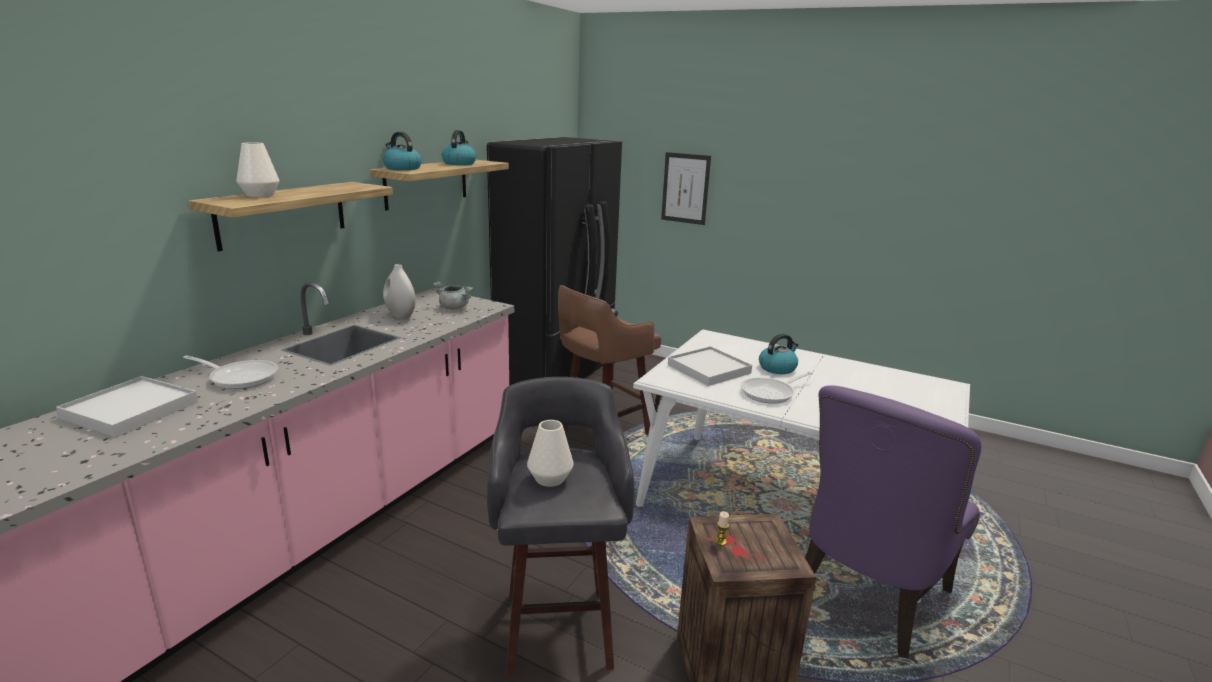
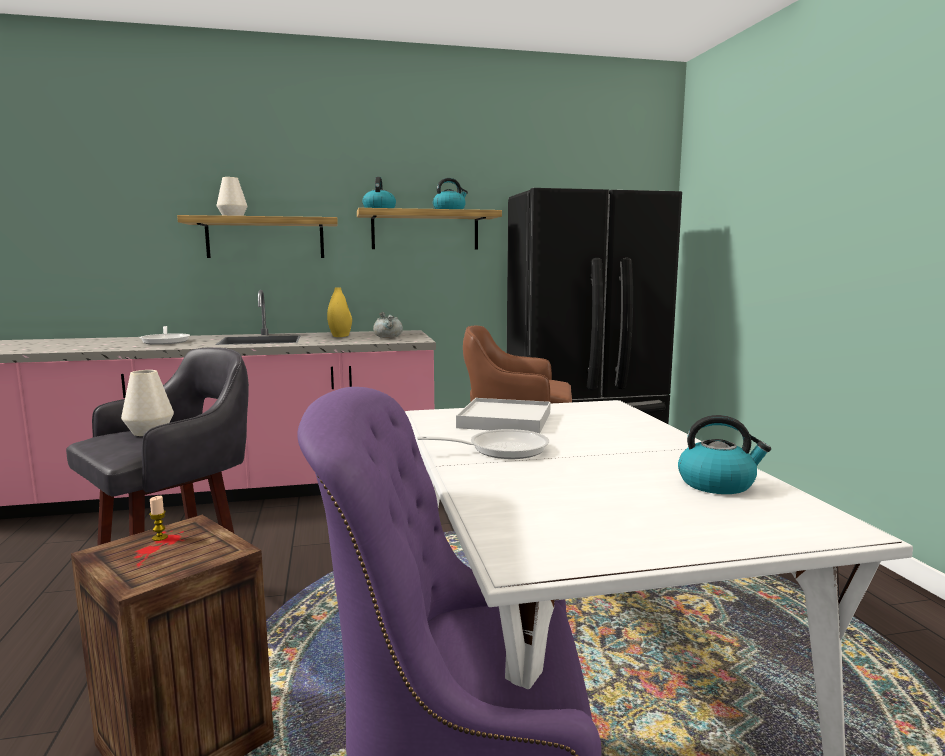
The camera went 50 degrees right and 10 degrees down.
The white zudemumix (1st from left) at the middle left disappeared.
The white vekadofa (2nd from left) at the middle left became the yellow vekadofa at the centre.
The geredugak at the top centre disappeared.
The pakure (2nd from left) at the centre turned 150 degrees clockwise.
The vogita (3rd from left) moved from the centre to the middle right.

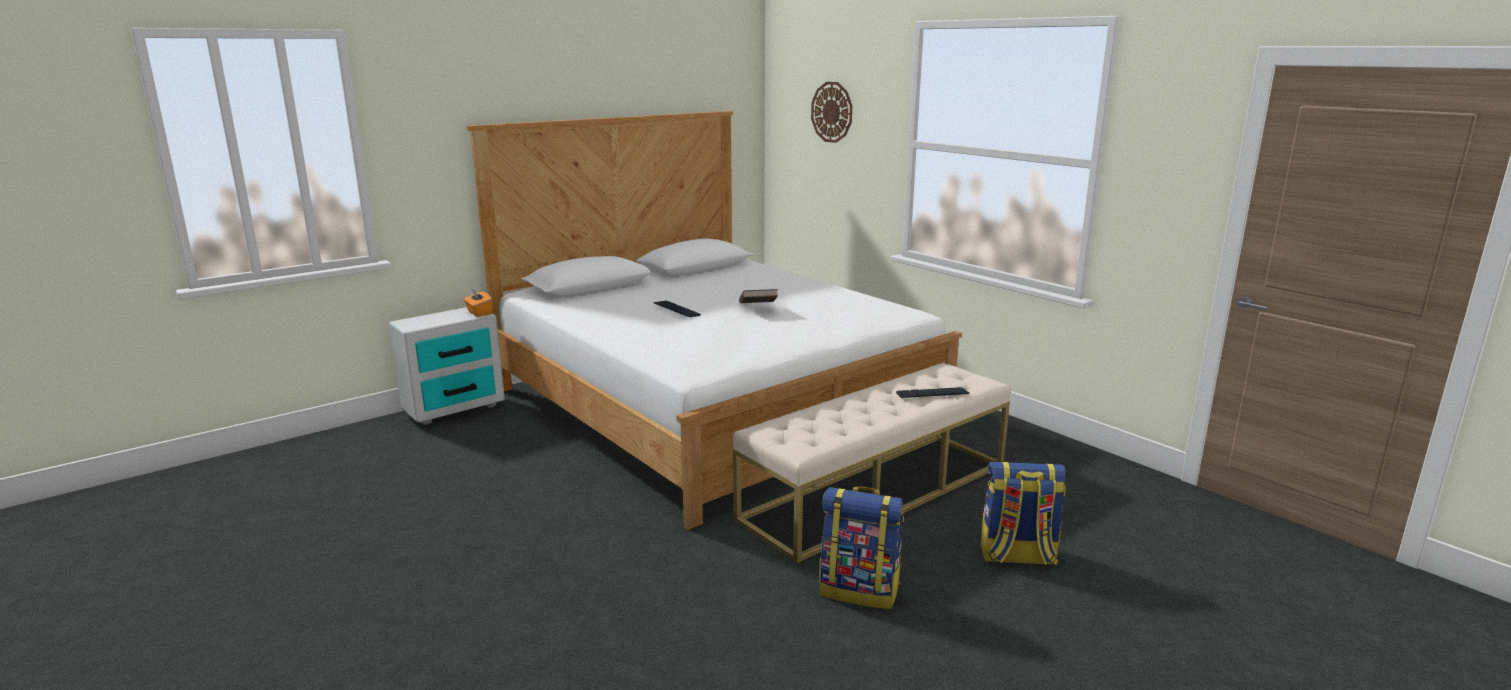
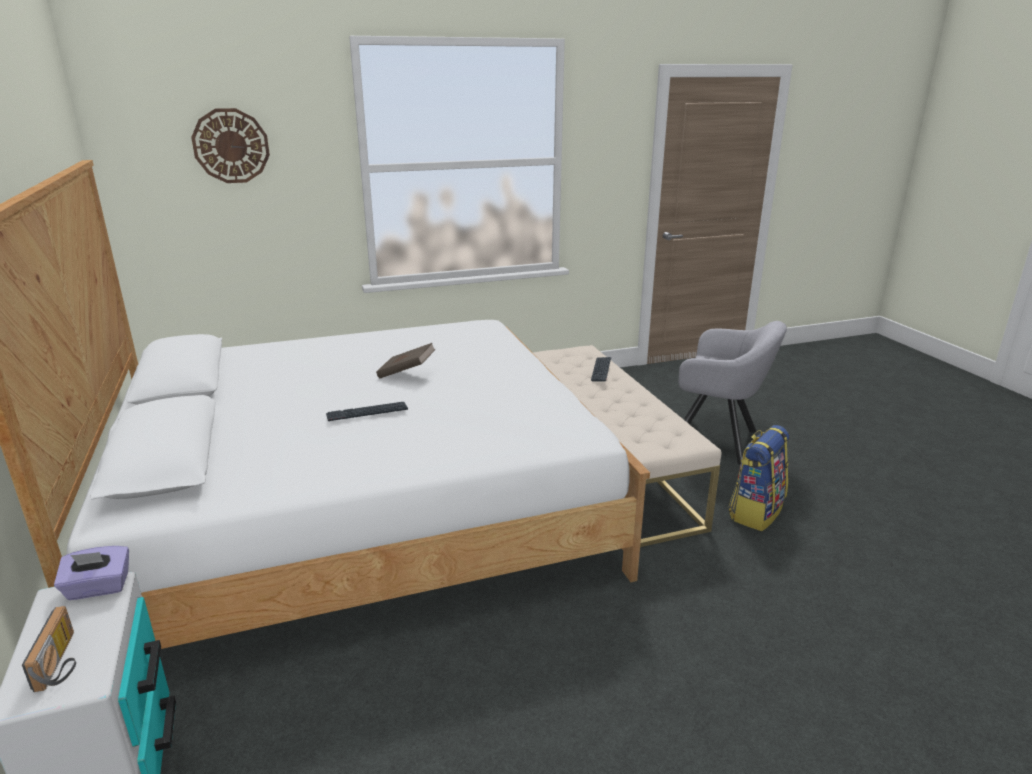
The camera went 70 degrees left and 5 degrees up.
The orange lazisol at the middle left became the purple lazisol at the bottom left.
The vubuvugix (2nd from left) at the bottom right was replaced by the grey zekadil at the middle right.
The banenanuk at the bottom left appeared.

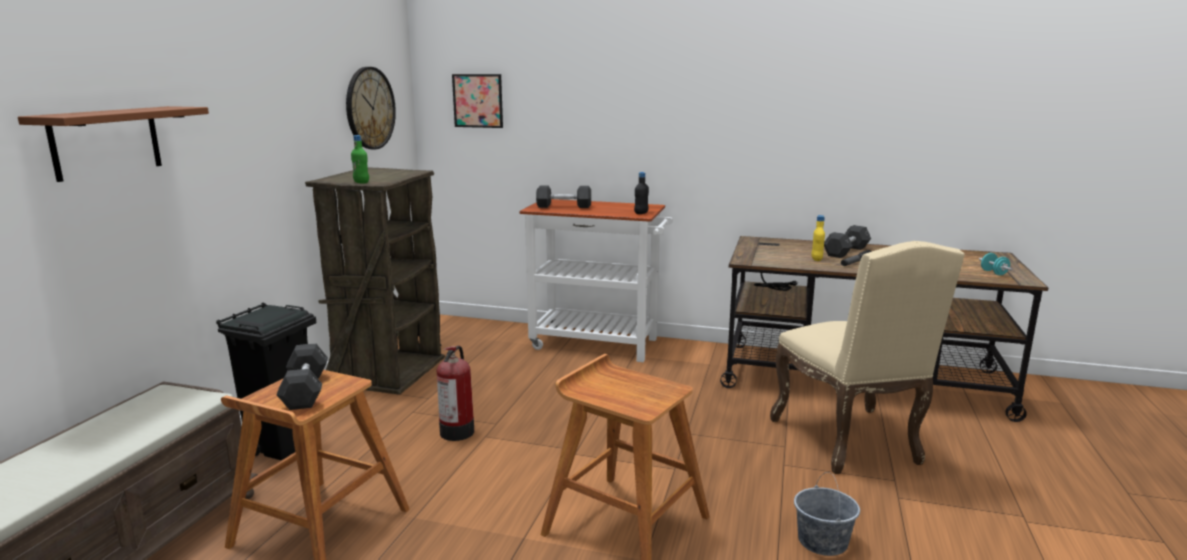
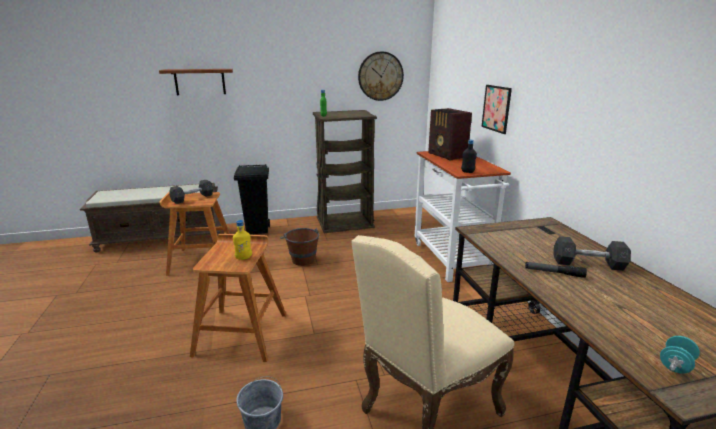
The camera went 60 degrees right and 5 degrees up.
The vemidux at the bottom centre was replaced by the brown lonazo at the centre.
The geredugak moved from the top centre to the top right.
The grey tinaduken (2nd from left) at the centre was replaced by the banenanuk at the top centre.
The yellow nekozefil moved from the middle right to the centre.

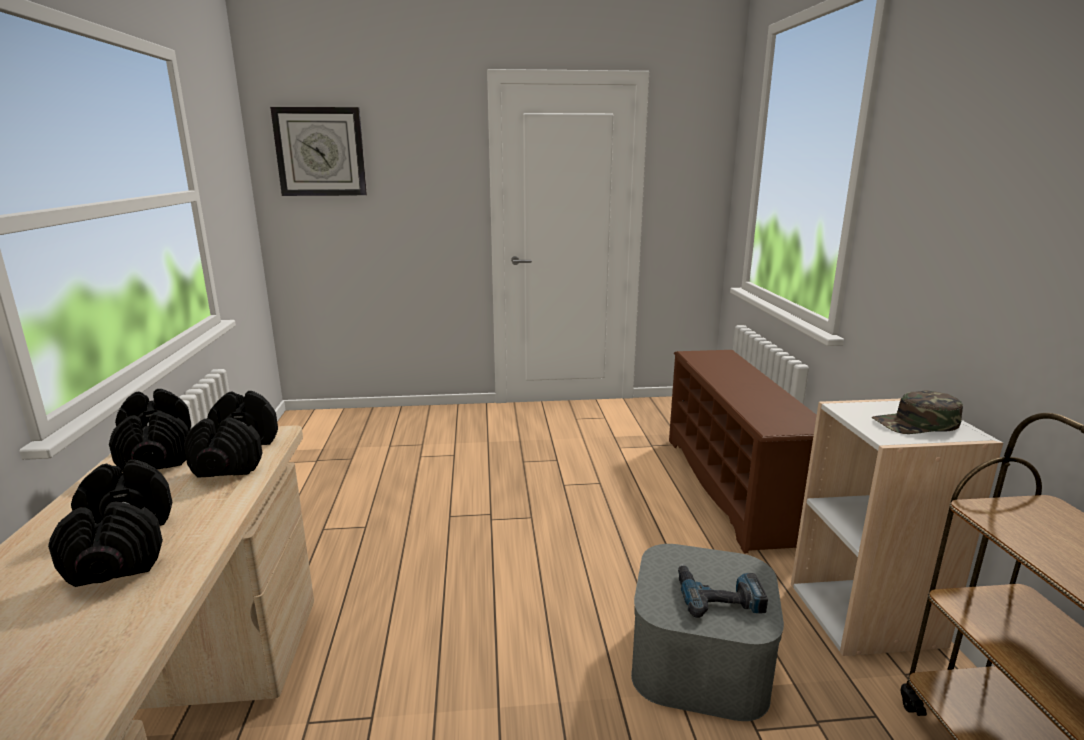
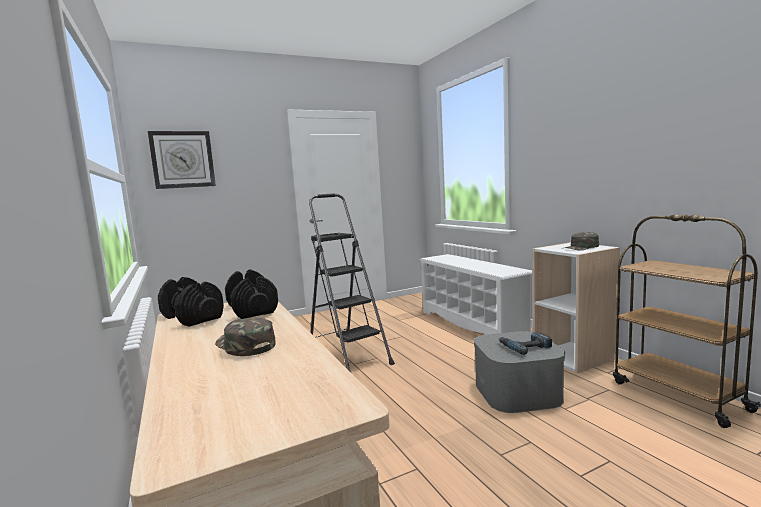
The camera went 20 degrees left and 10 degrees down.
The black tinaduken (1st from left) at the bottom left was replaced by the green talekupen (1st from left) at the middle left.
The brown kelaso at the middle right became the white kelaso at the centre.
The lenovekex at the centre appeared.

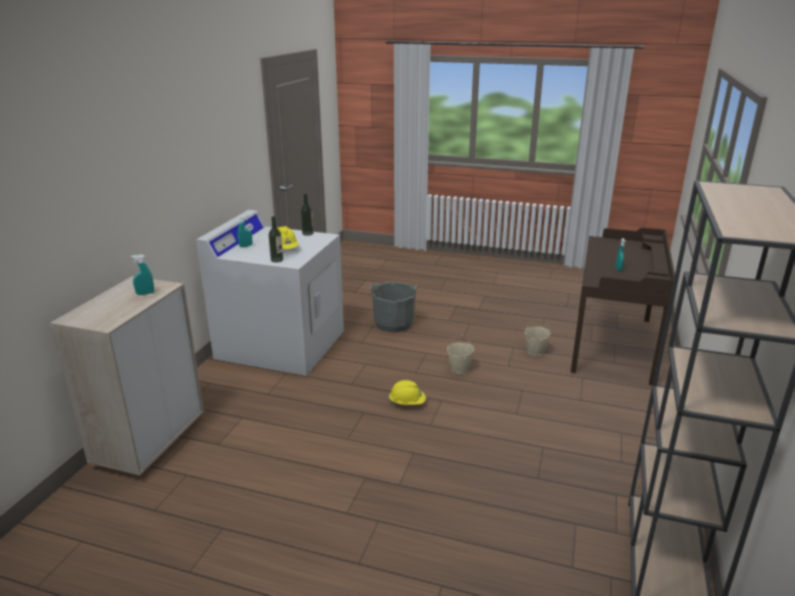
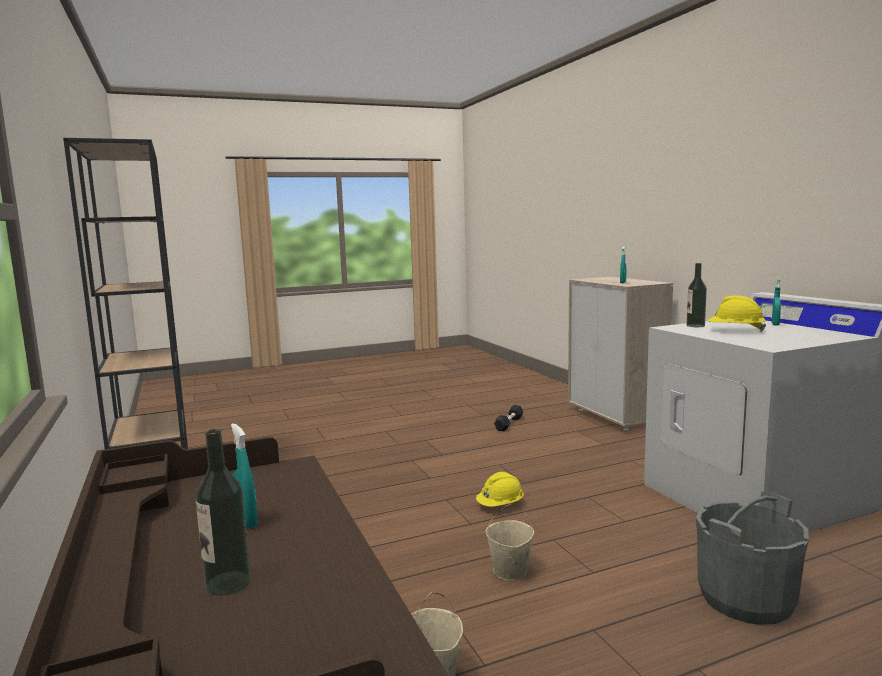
The camera went 140 degrees right and 15 degrees down.
The nekozefil (2nd from left in the first image) moved from the centre to the bottom left.
The black tinaduken at the centre appeared.

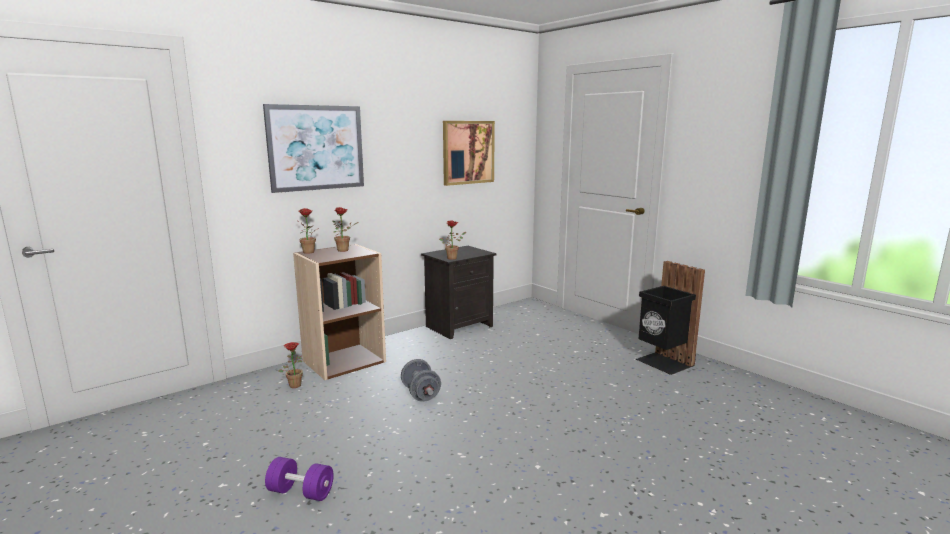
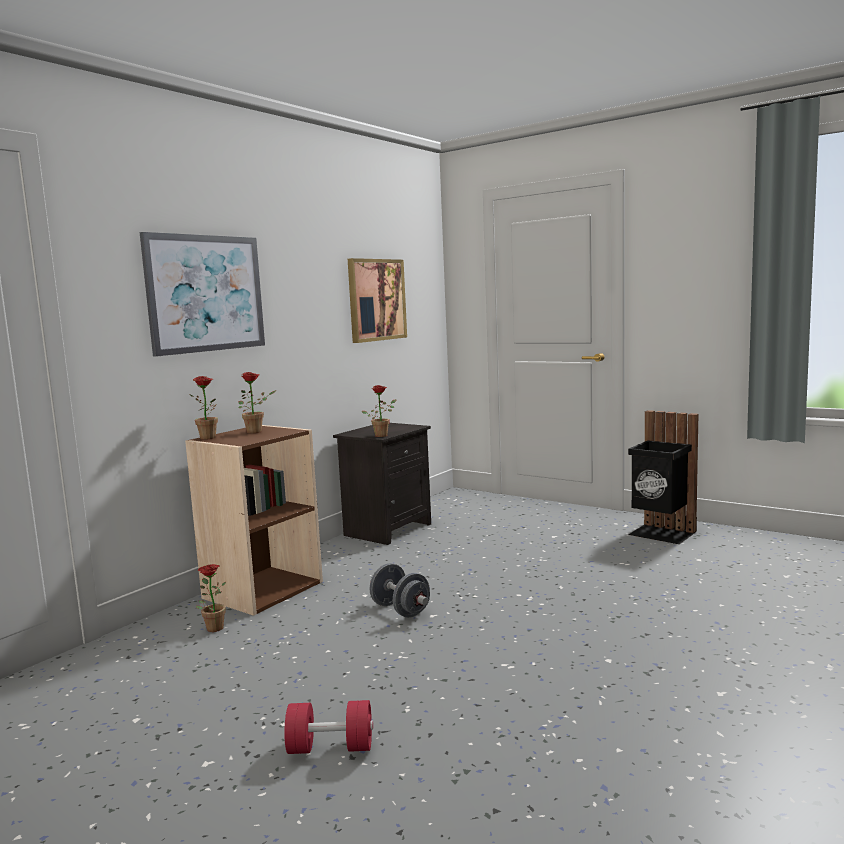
The camera went 15 degrees left and 5 degrees down.
The purple tinaduken at the bottom left became the red tinaduken at the bottom centre.

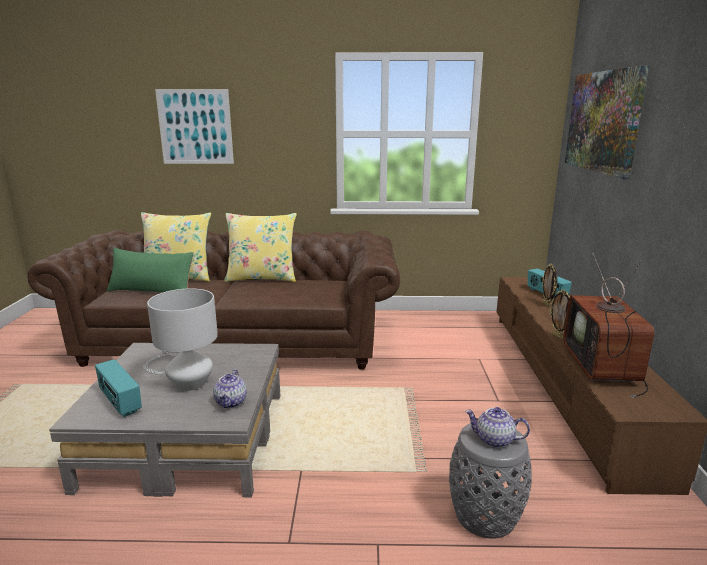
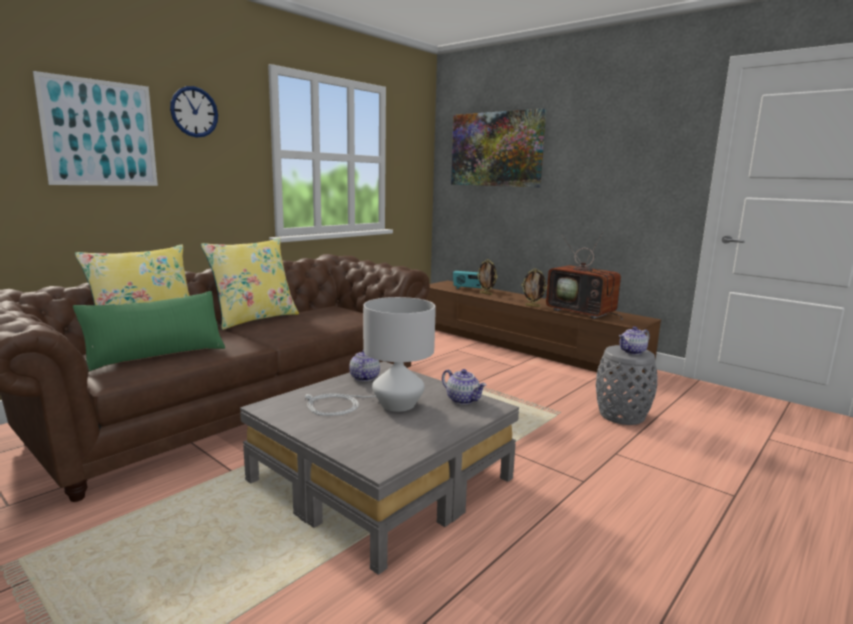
The camera went 50 degrees left and 5 degrees down.
The banenanuk (1st from left) at the bottom left disappeared.
The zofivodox at the top left appeared.
The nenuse (1st from left) at the centre appeared.

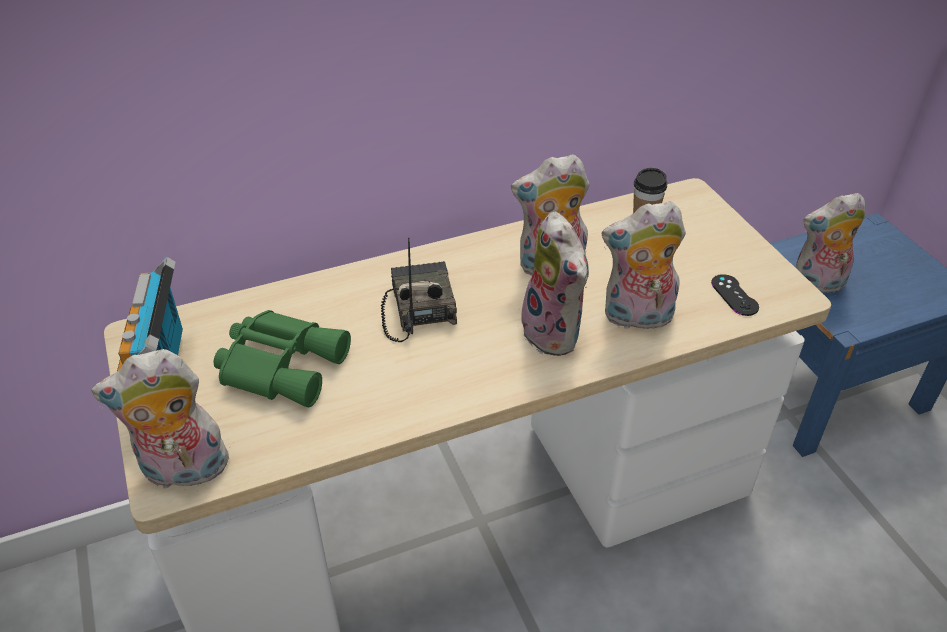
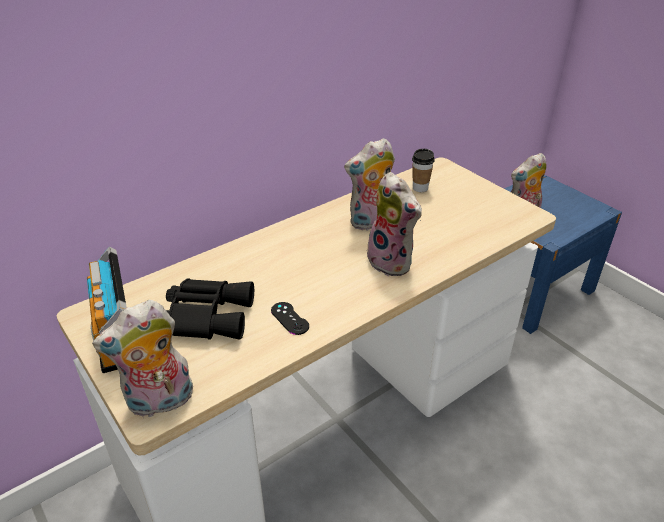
The camera went 15 degrees left and 5 degrees down.
The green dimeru at the middle left became the black dimeru at the middle left.
The banenanuk (2nd from left) at the centre disappeared.
The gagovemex (4th from left) at the middle right disappeared.
The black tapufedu moved from the middle right to the centre.

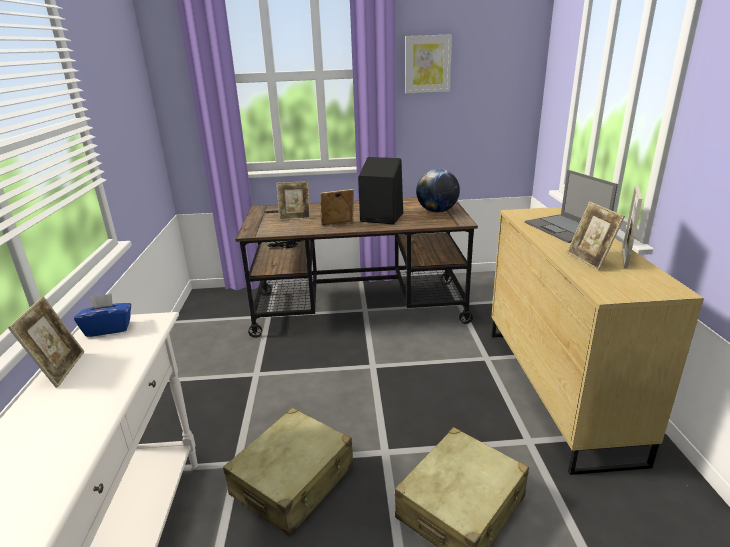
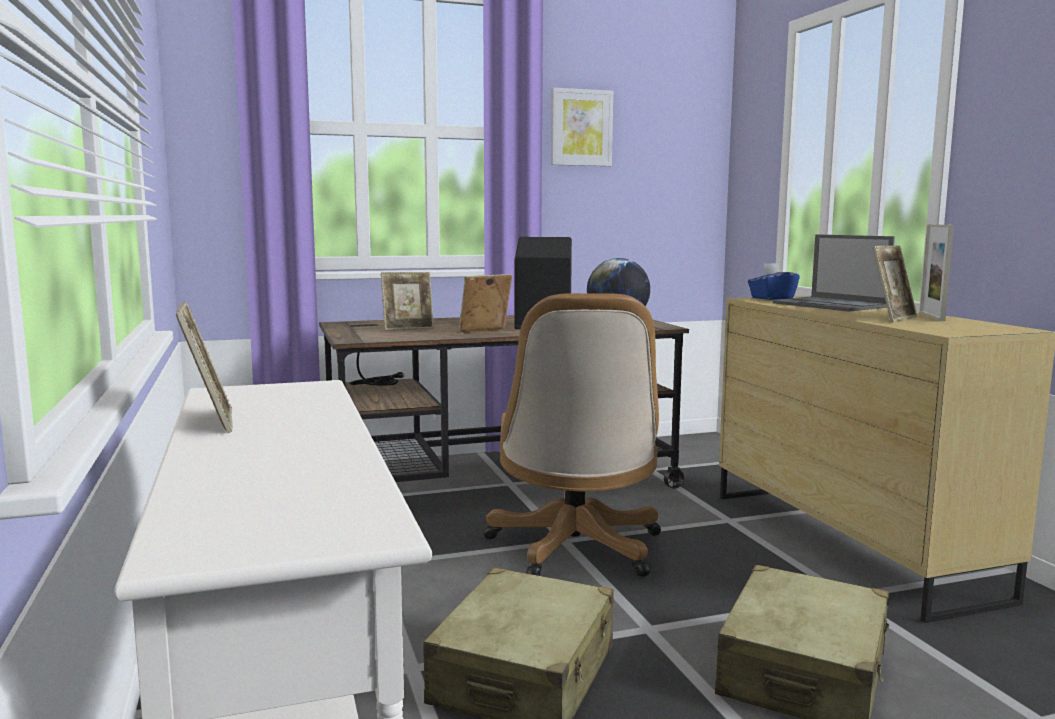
The camera went 15 degrees left and 15 degrees down.
The blue lazisol moved from the middle left to the middle right.
The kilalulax (4th from left) at the middle right turned 105 degrees counterclockwise.
The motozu at the centre appeared.

